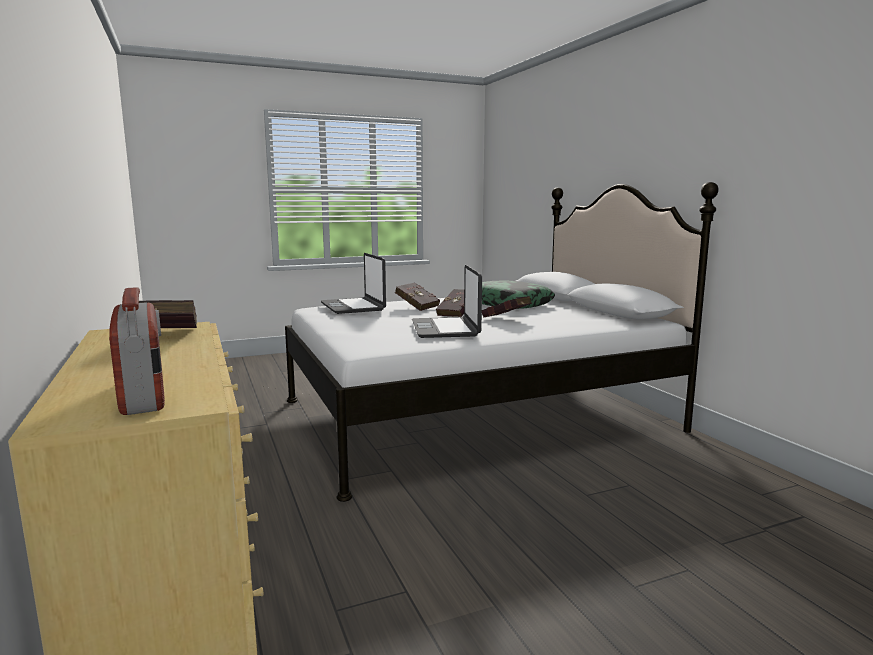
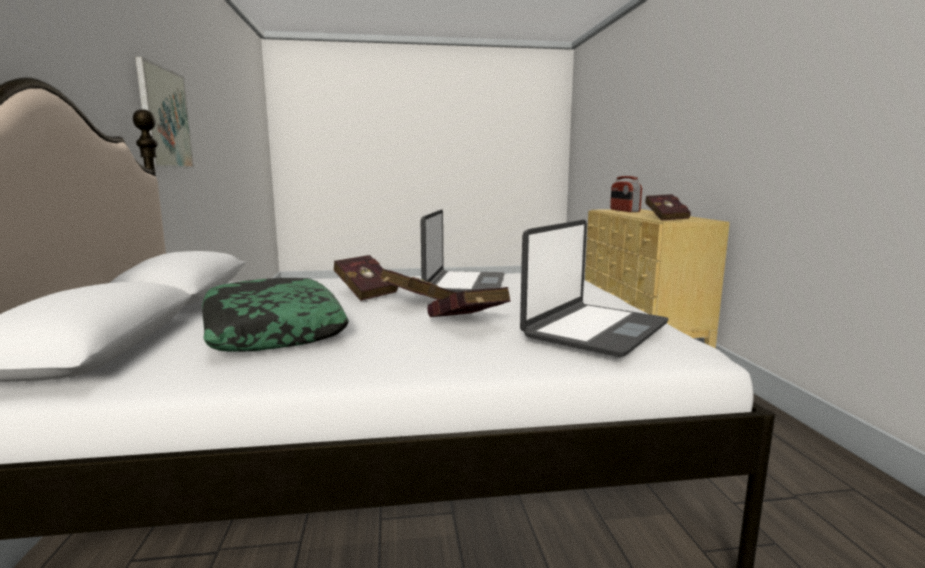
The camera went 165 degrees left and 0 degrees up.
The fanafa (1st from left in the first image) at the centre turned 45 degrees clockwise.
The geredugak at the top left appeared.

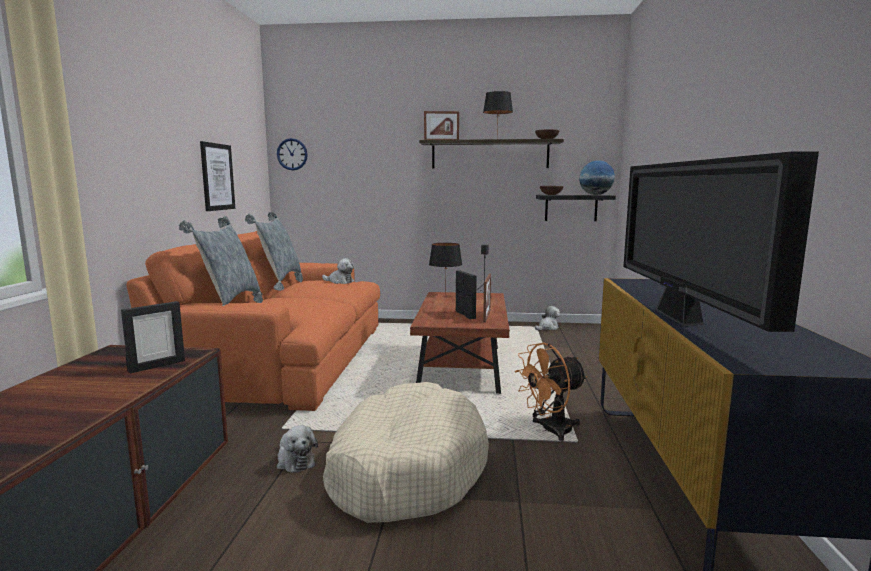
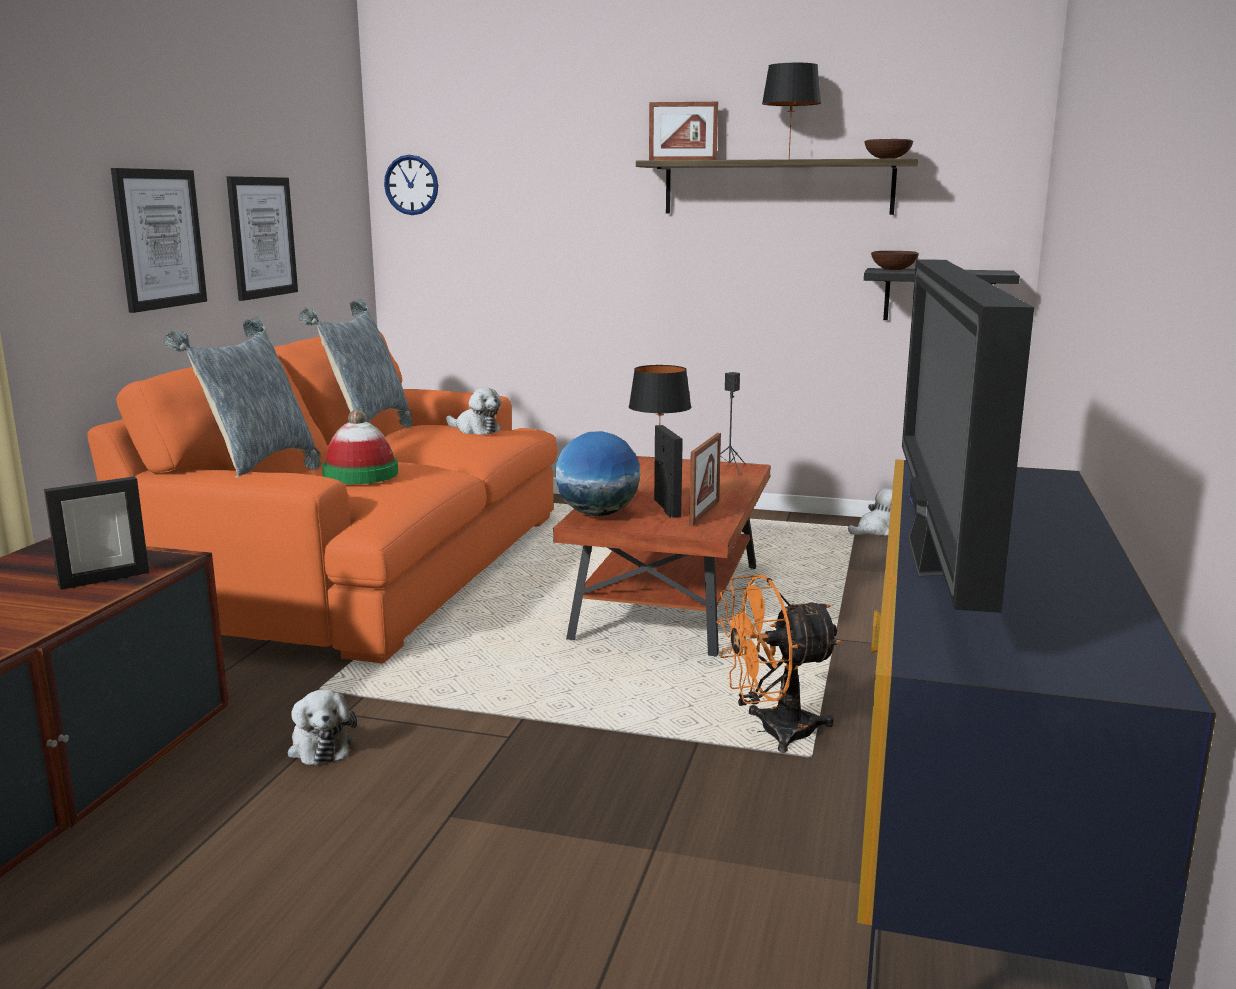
The camera went 10 degrees right and 5 degrees up.
The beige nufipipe at the bottom centre disappeared.
The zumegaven moved from the top right to the centre.
The geredugak (1st from left) at the top left appeared.
The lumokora at the middle left appeared.

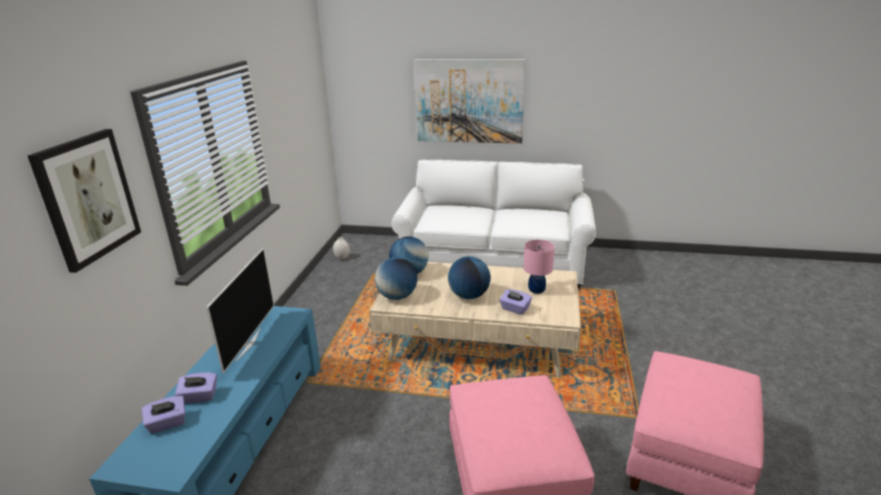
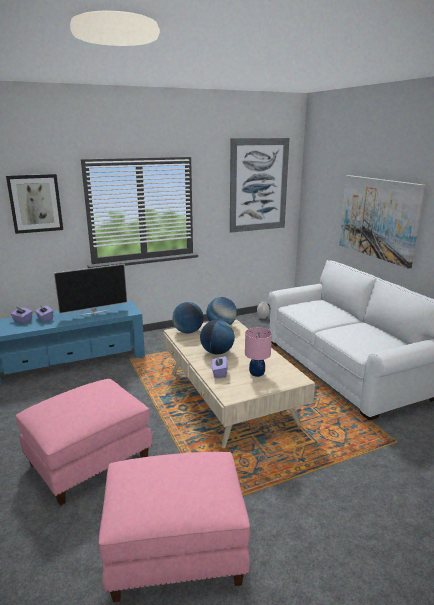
The camera went 55 degrees right and 5 degrees down.
The geredugak (2nd from left) at the top centre appeared.

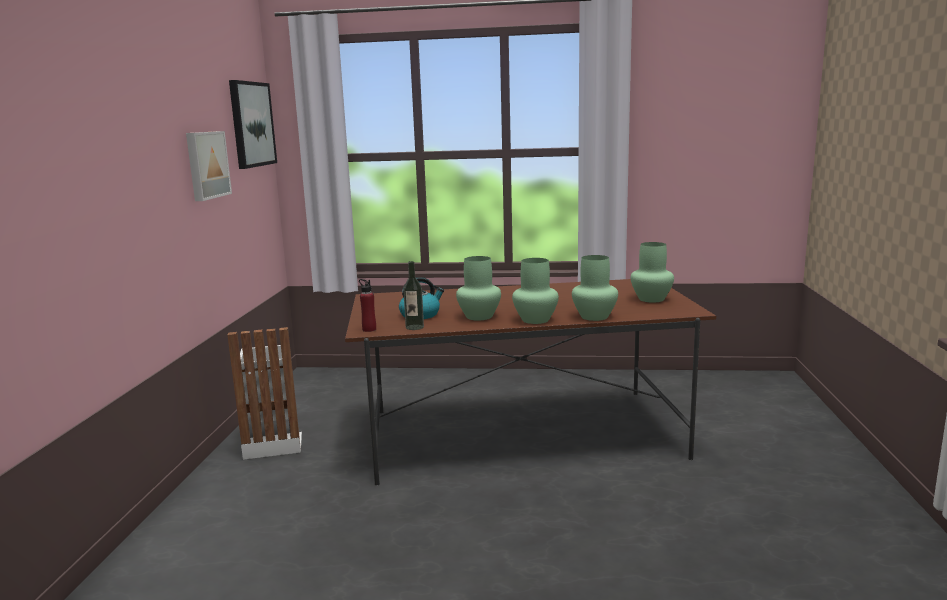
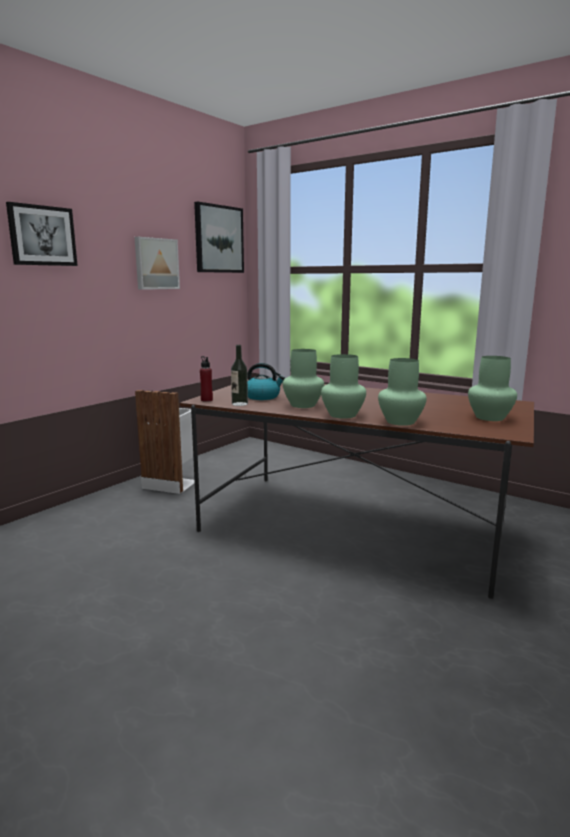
The camera went 30 degrees right and 0 degrees up.
The geredugak (1st from left) at the top left appeared.

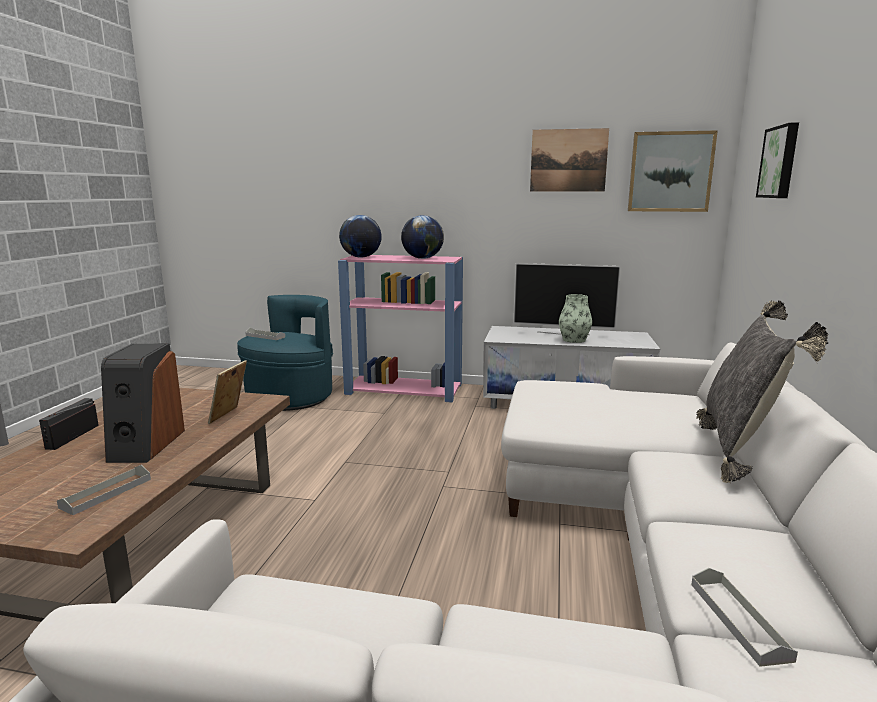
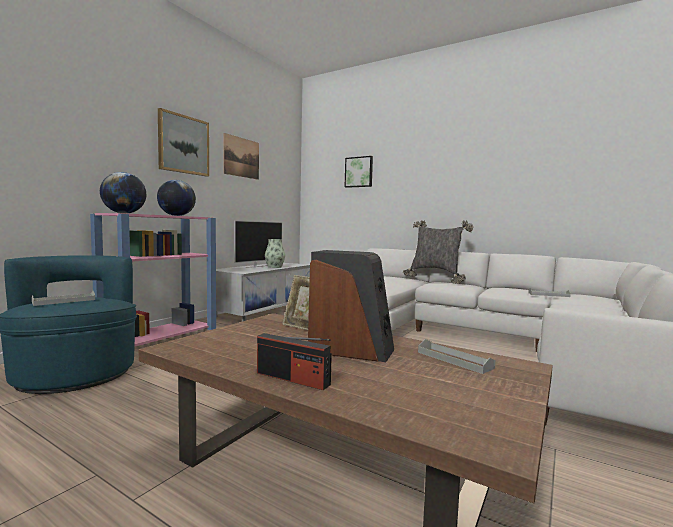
The camera went 70 degrees left and 10 degrees down.
The geredugak (2nd from left in the first image) moved from the top right to the top left.

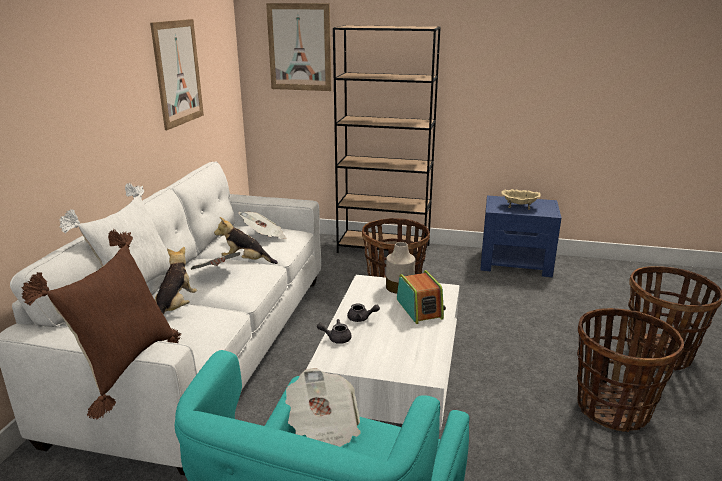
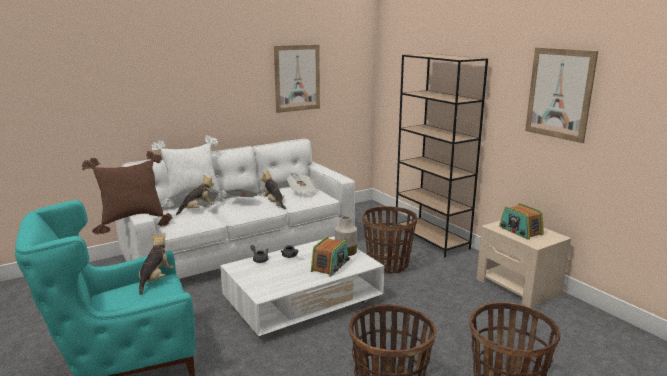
The camera went 45 degrees right and 5 degrees down.
The geredugak (2nd from left) moved from the top centre to the top right.
The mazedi (3rd from left) at the bottom centre was replaced by the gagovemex (1st from left) at the bottom left.
The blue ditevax at the middle right became the beige ditevax at the bottom right.
The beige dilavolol at the middle right was replaced by the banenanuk (2nd from left) at the middle right.

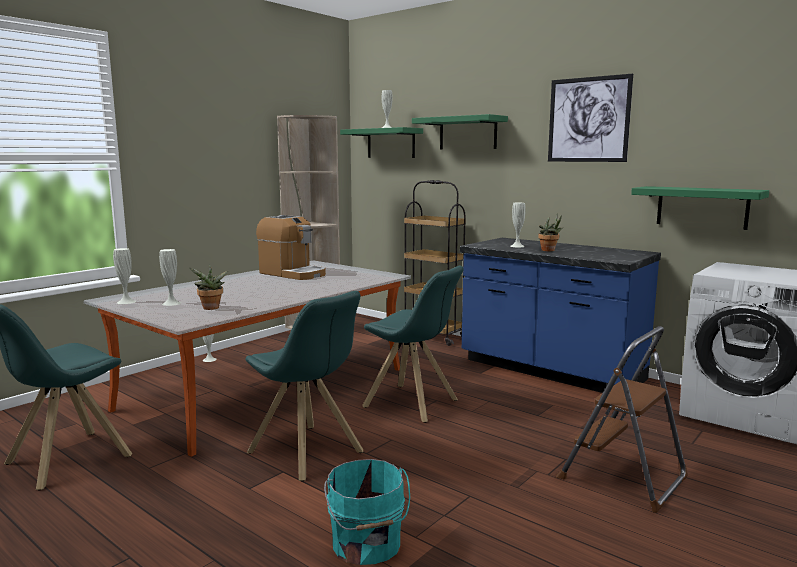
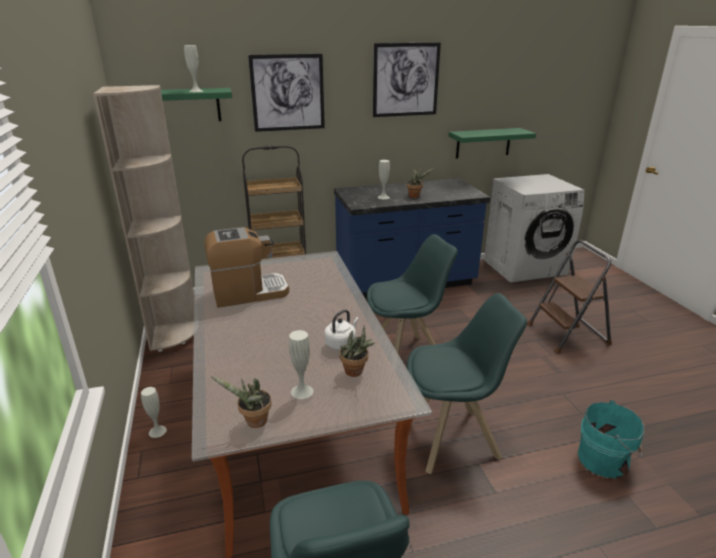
The camera went 55 degrees left and 15 degrees up.
The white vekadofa (1st from left) at the middle left was replaced by the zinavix (1st from left) at the bottom centre.
The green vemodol (2nd from left) at the top centre was replaced by the geredugak (1st from left) at the top centre.
The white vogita at the centre appeared.

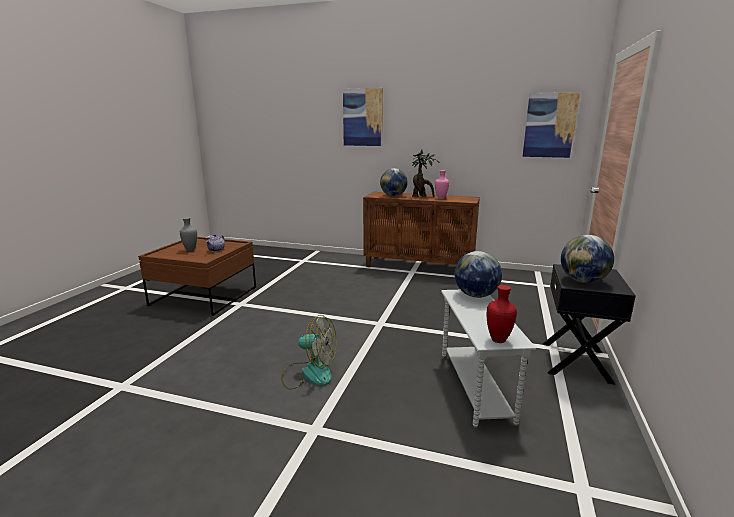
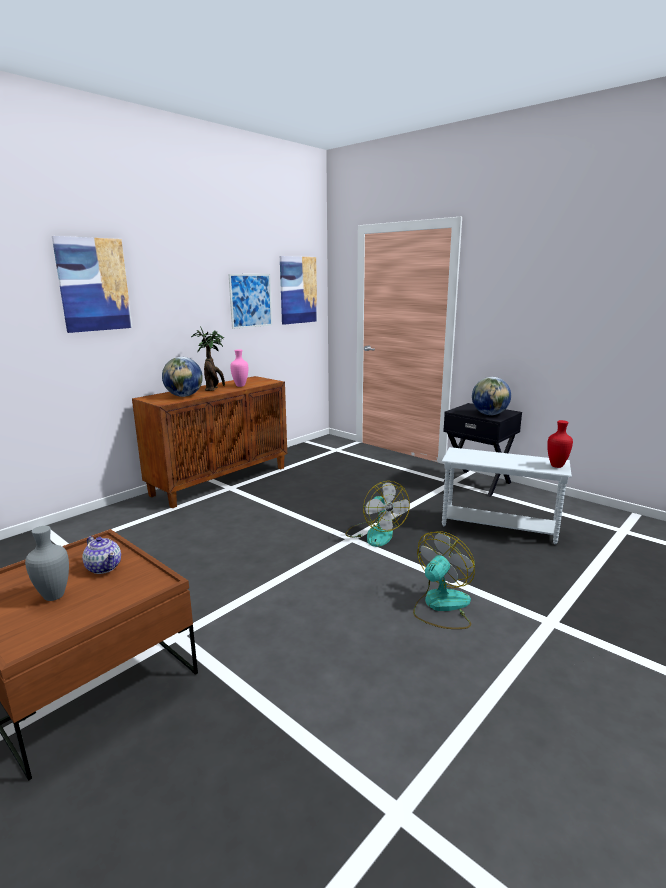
The camera went 65 degrees left and 0 degrees up.
The zumegaven (2nd from left) at the centre disappeared.
The geredugak (2nd from left) at the centre appeared.
The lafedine (1st from left) at the centre appeared.

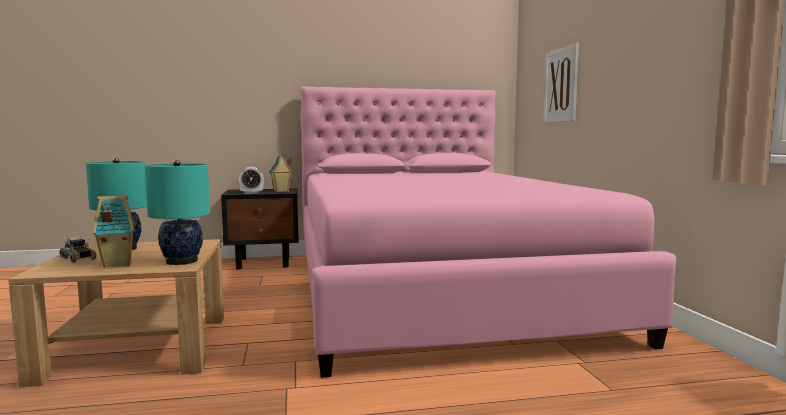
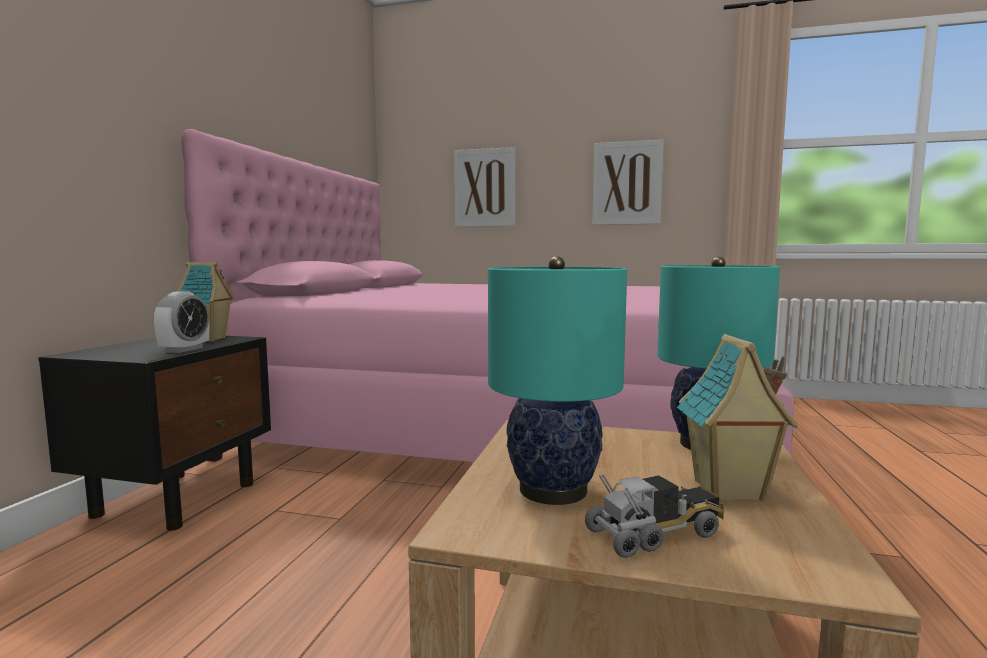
The camera went 65 degrees left and 0 degrees up.
The geredugak (2nd from left) at the top centre appeared.

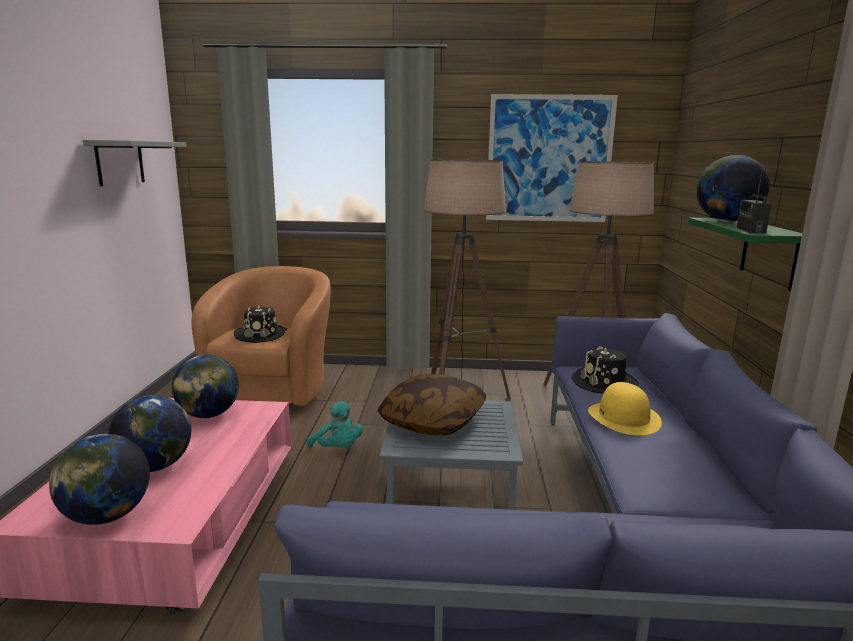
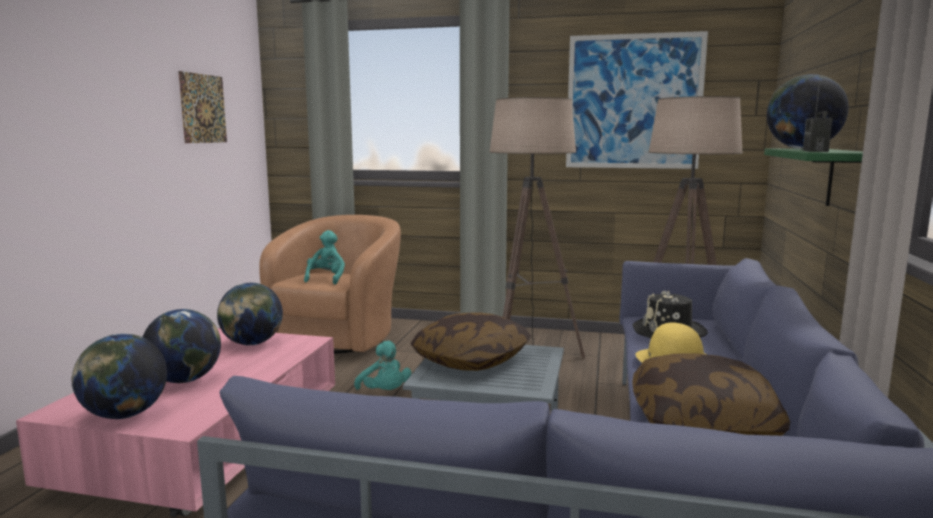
The camera went 10 degrees right and 5 degrees down.
The grey vemodol at the top left was replaced by the geredugak (1st from left) at the top left.
The black lumokora (1st from left) at the middle left was replaced by the turquoise gagovemex (1st from left) at the centre.
The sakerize (2nd from left) at the bottom right appeared.

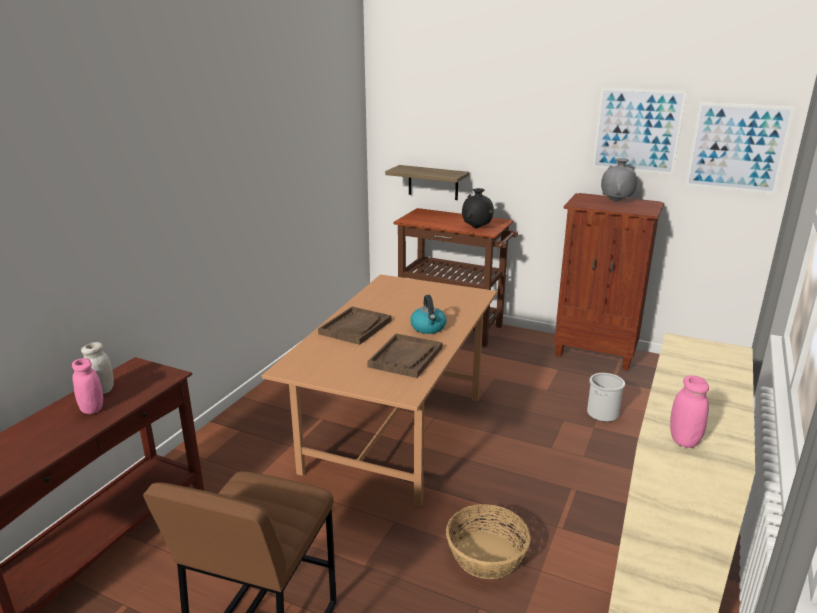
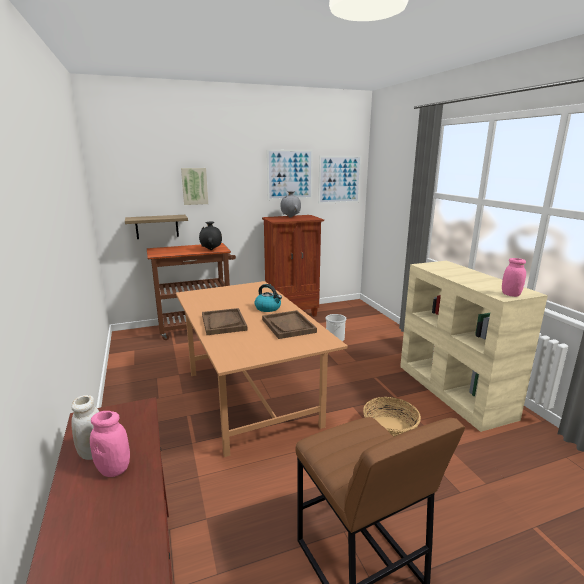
The camera went 45 degrees left and 5 degrees down.
The geredugak (1st from left) at the top left appeared.

